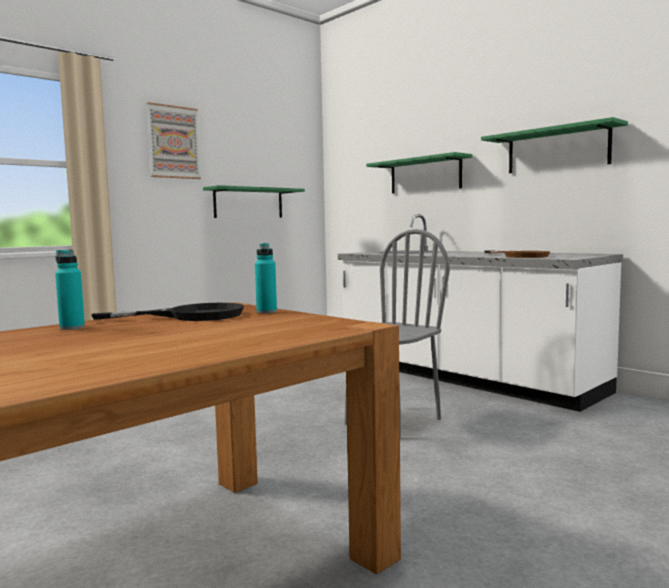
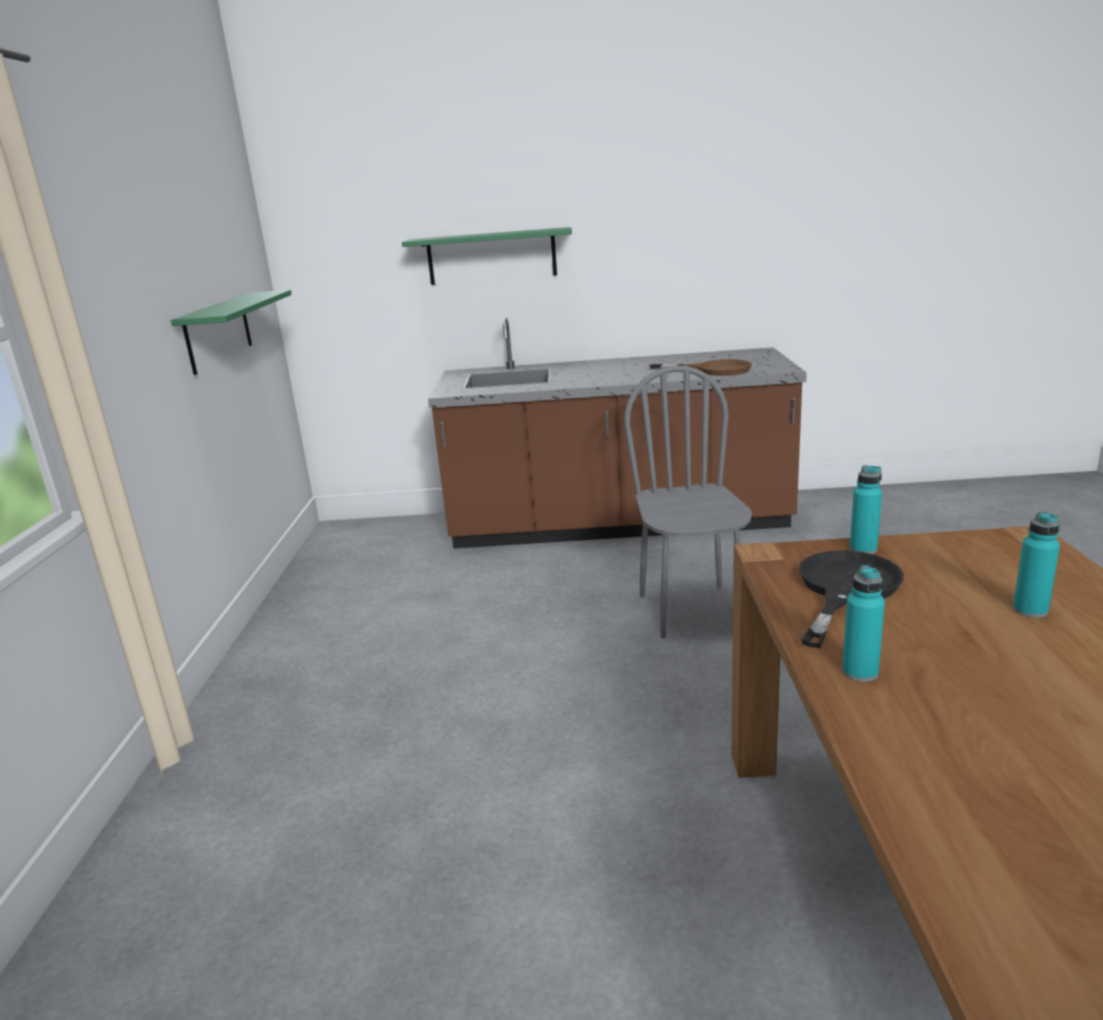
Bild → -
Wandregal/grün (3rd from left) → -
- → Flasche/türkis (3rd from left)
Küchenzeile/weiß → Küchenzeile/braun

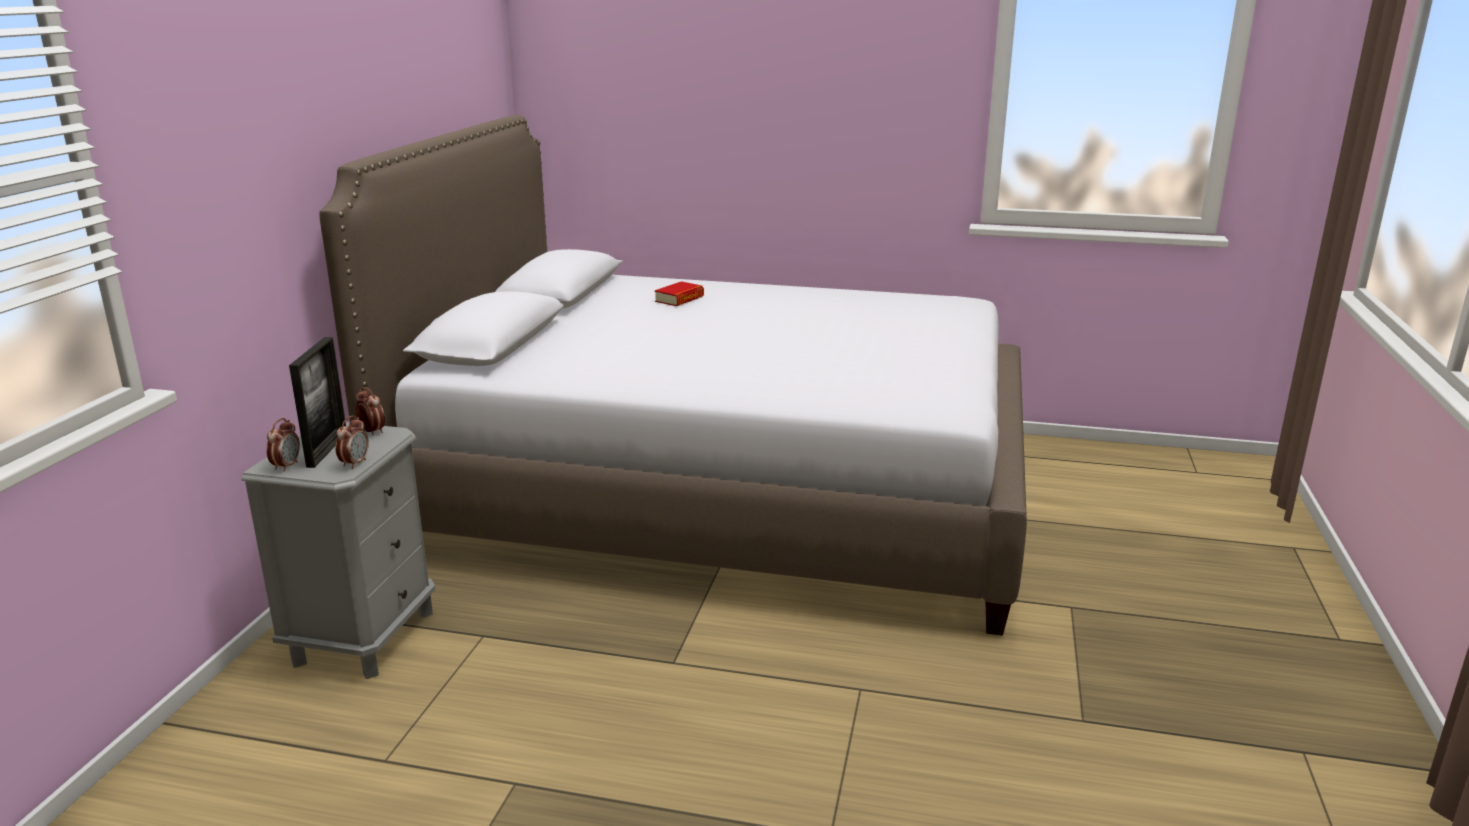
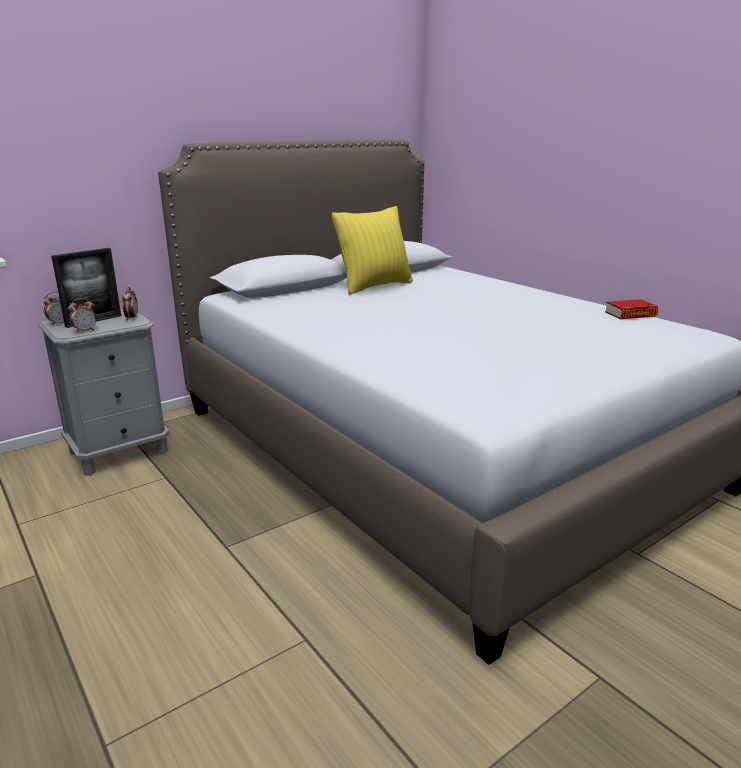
- → Kissen/gelb
Buch, moved

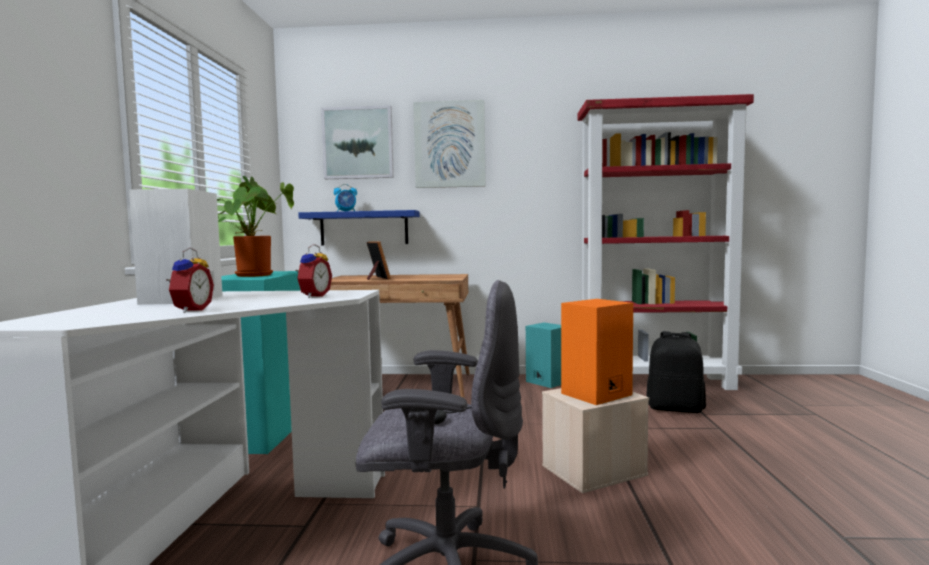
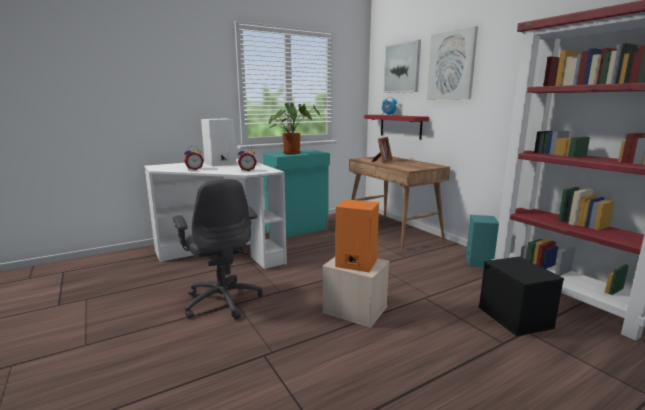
Rucksack/schwarz → Aufbewahrungsbox/schwarz
Wandregal/blau → Wandregal/rot

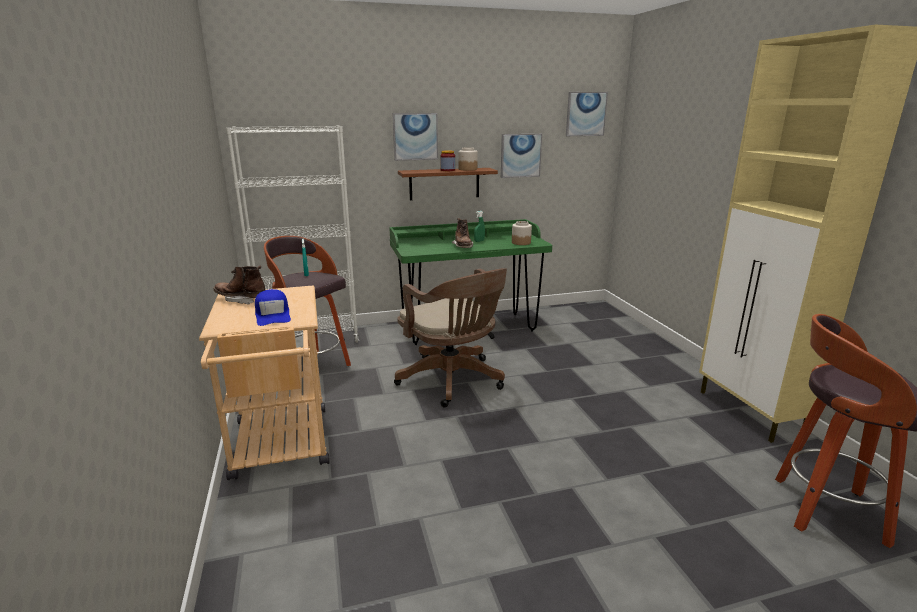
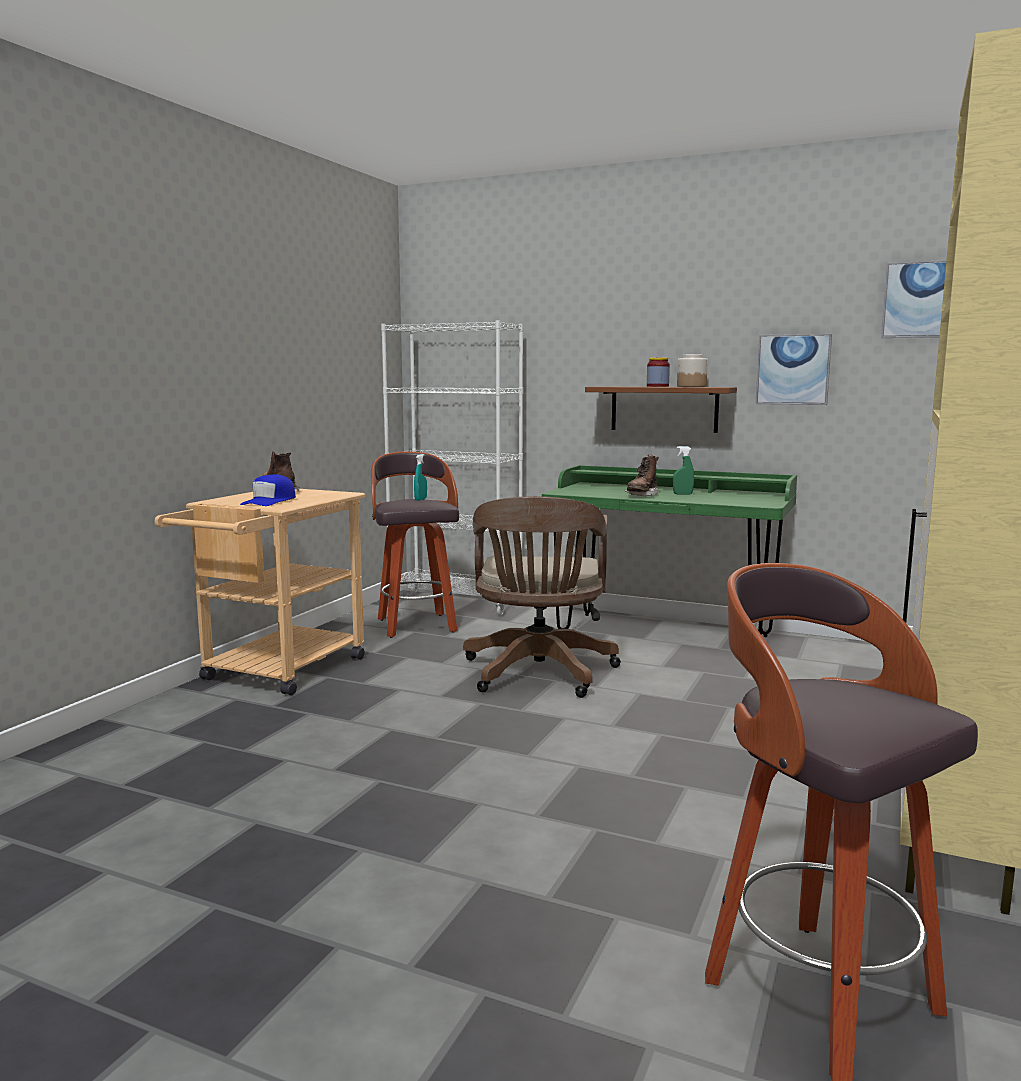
Bild (1st from left) → -
Vorratsglas (3rd from left) → -

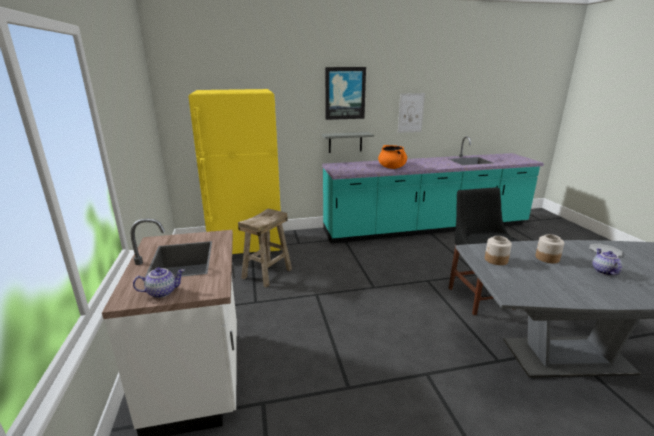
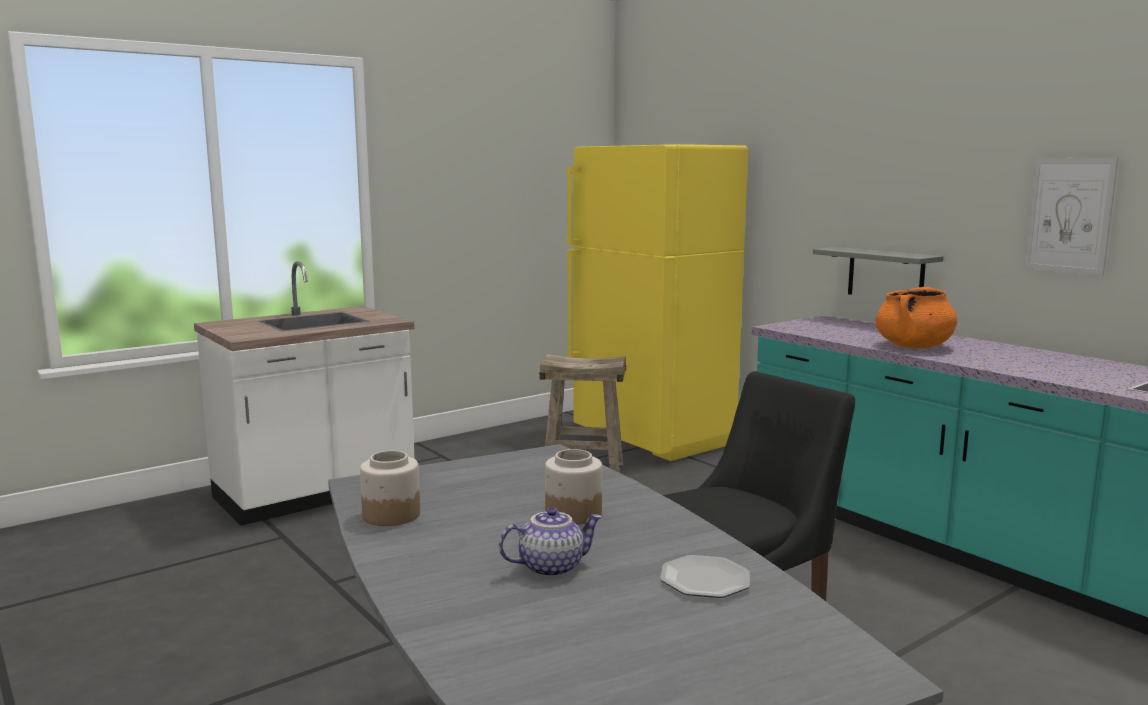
Teekanne (1st from left) → -
Bild (1st from left) → -
Vorratsglas (1st from left), moved

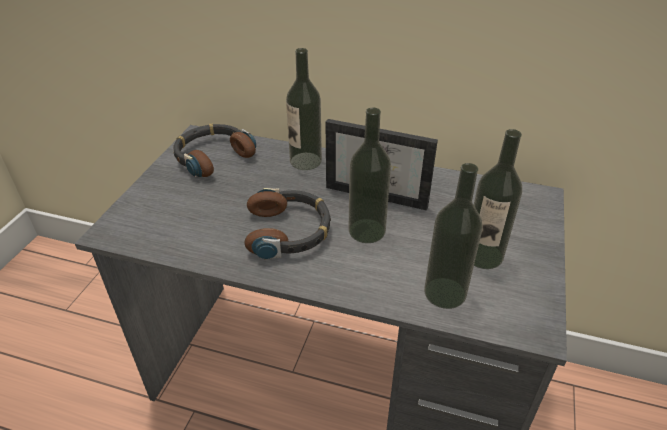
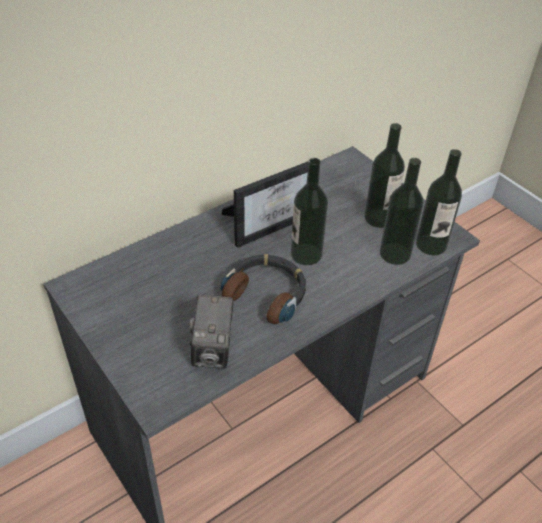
Kopfhörer (1st from left) → -
- → Kamera
Flasche (1st from left in the first image) → Flasche (4th from left), moved

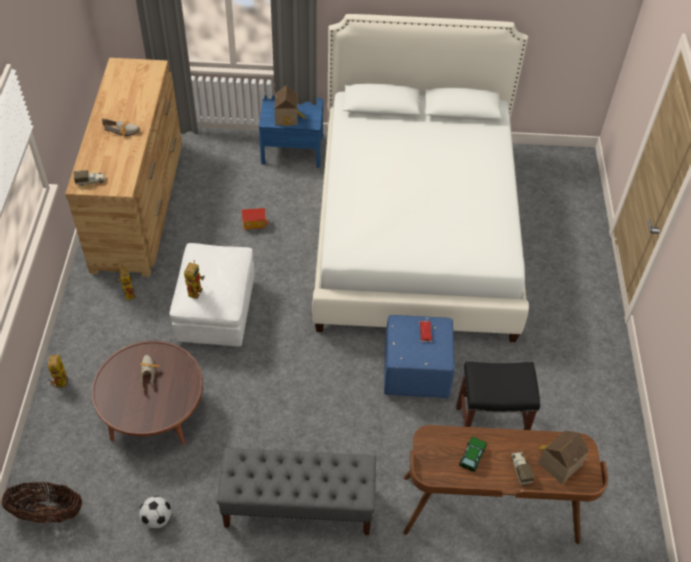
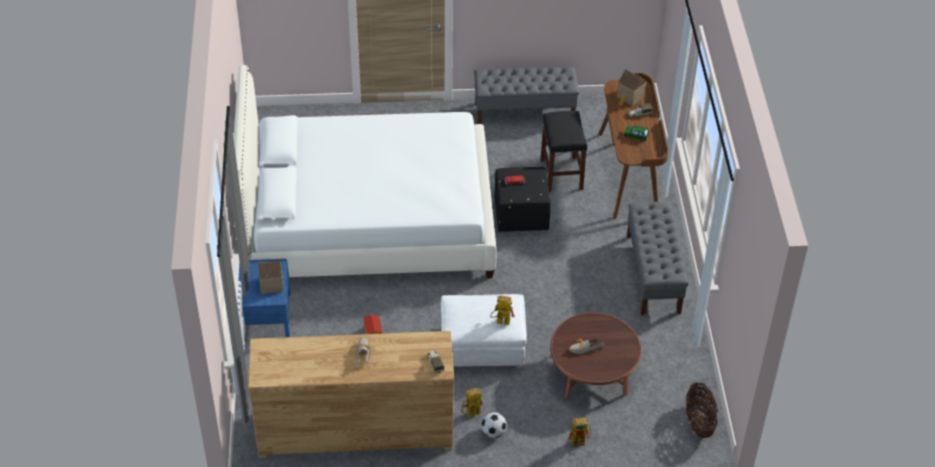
- → Bank/grau (1st from left)
Fußball, moved
Polsterhocker/blau → Polsterhocker/schwarz

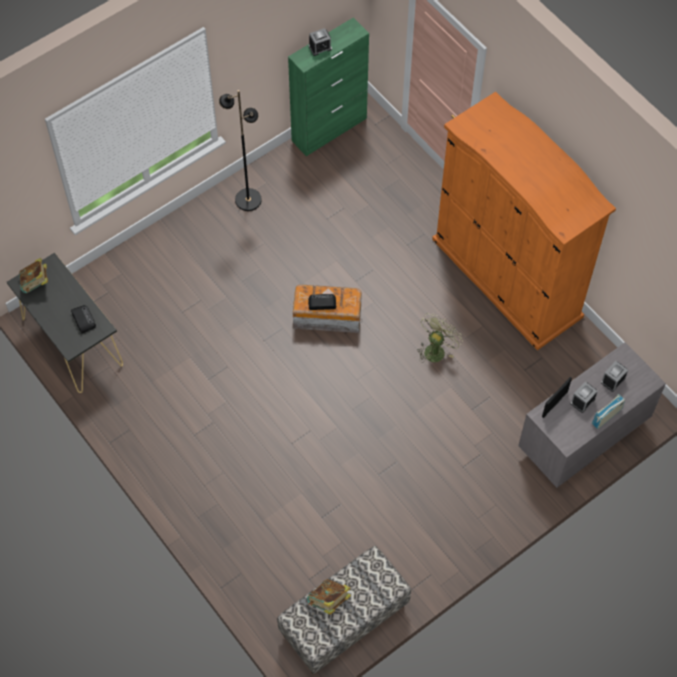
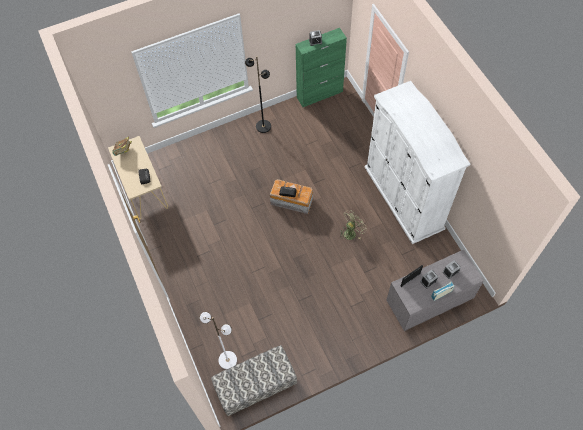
Buch (2nd from left) → -
- → Stehlampe/weiß
Konsolentisch/schwarz → Konsolentisch/beige
Kleiderschrank/orange → Kleiderschrank/weiß

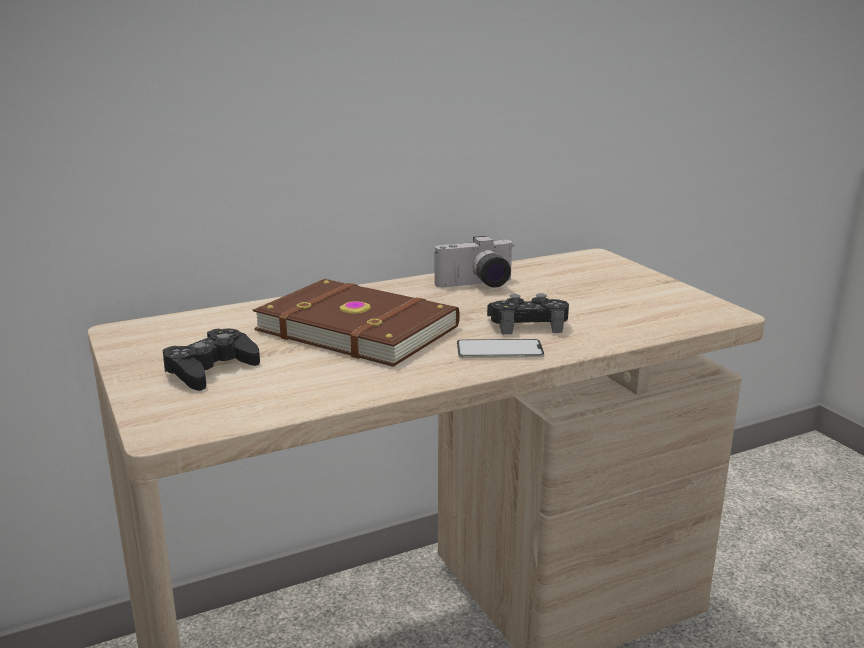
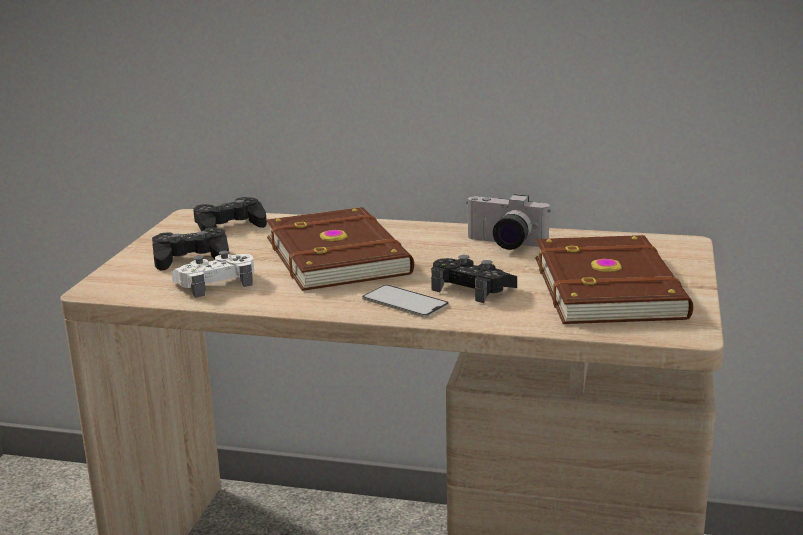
- → Gamepad/weiß
- → Gamepad/schwarz (2nd from left)
- → Buch/braun (2nd from left)

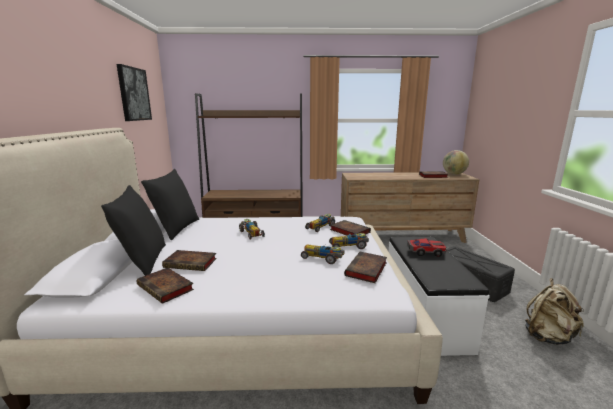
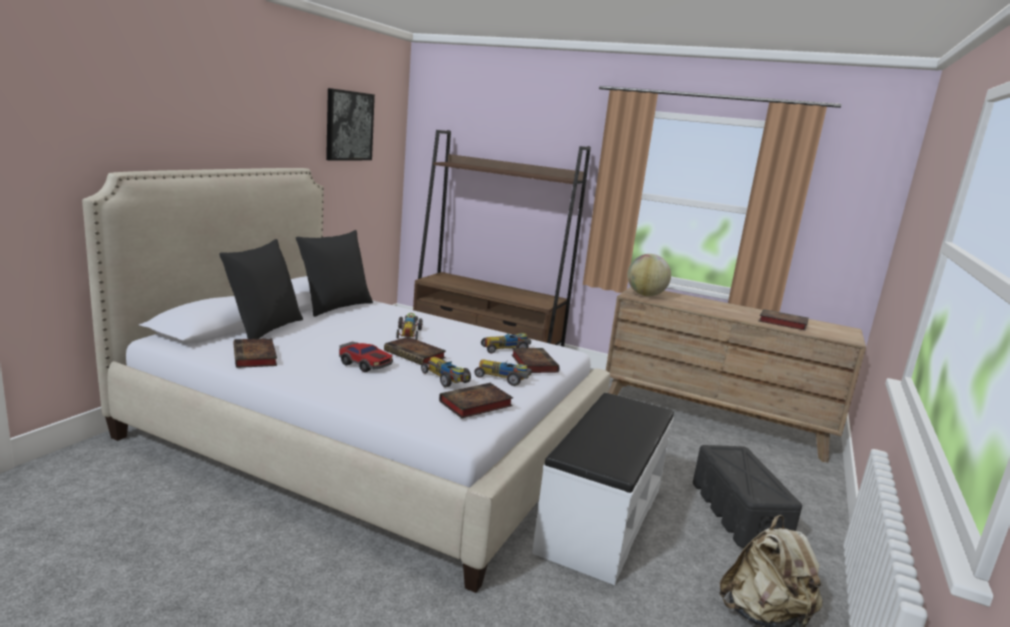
Buch (2nd from left), moved
Spielzeugauto (5th from left in the first image) → Spielzeugauto (1st from left), moved
Globus, moved

